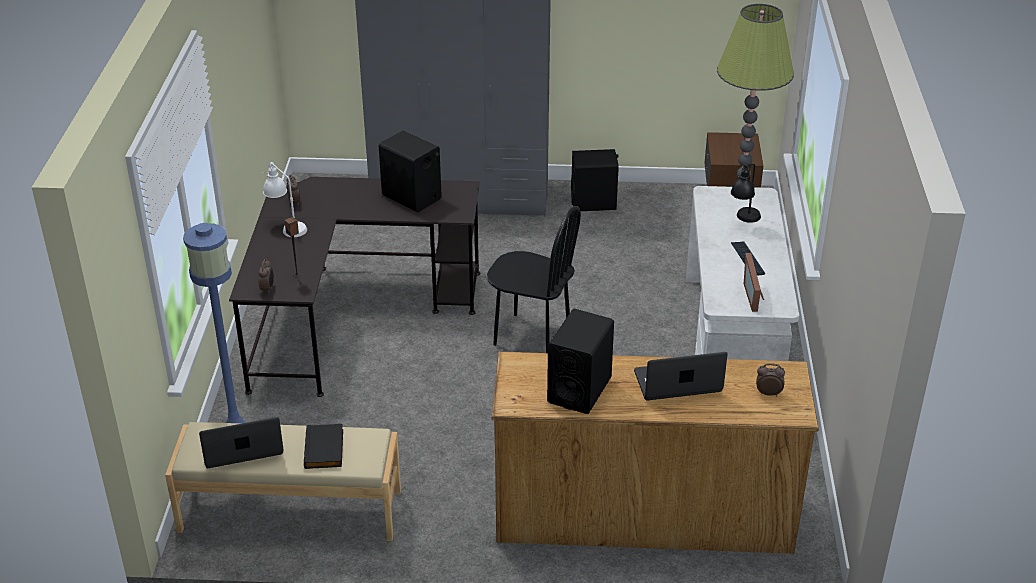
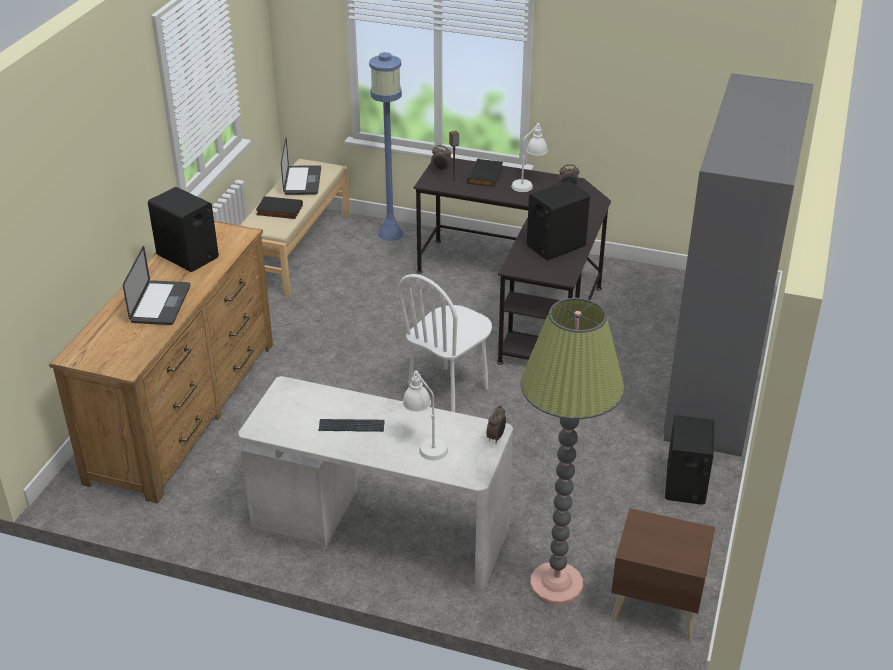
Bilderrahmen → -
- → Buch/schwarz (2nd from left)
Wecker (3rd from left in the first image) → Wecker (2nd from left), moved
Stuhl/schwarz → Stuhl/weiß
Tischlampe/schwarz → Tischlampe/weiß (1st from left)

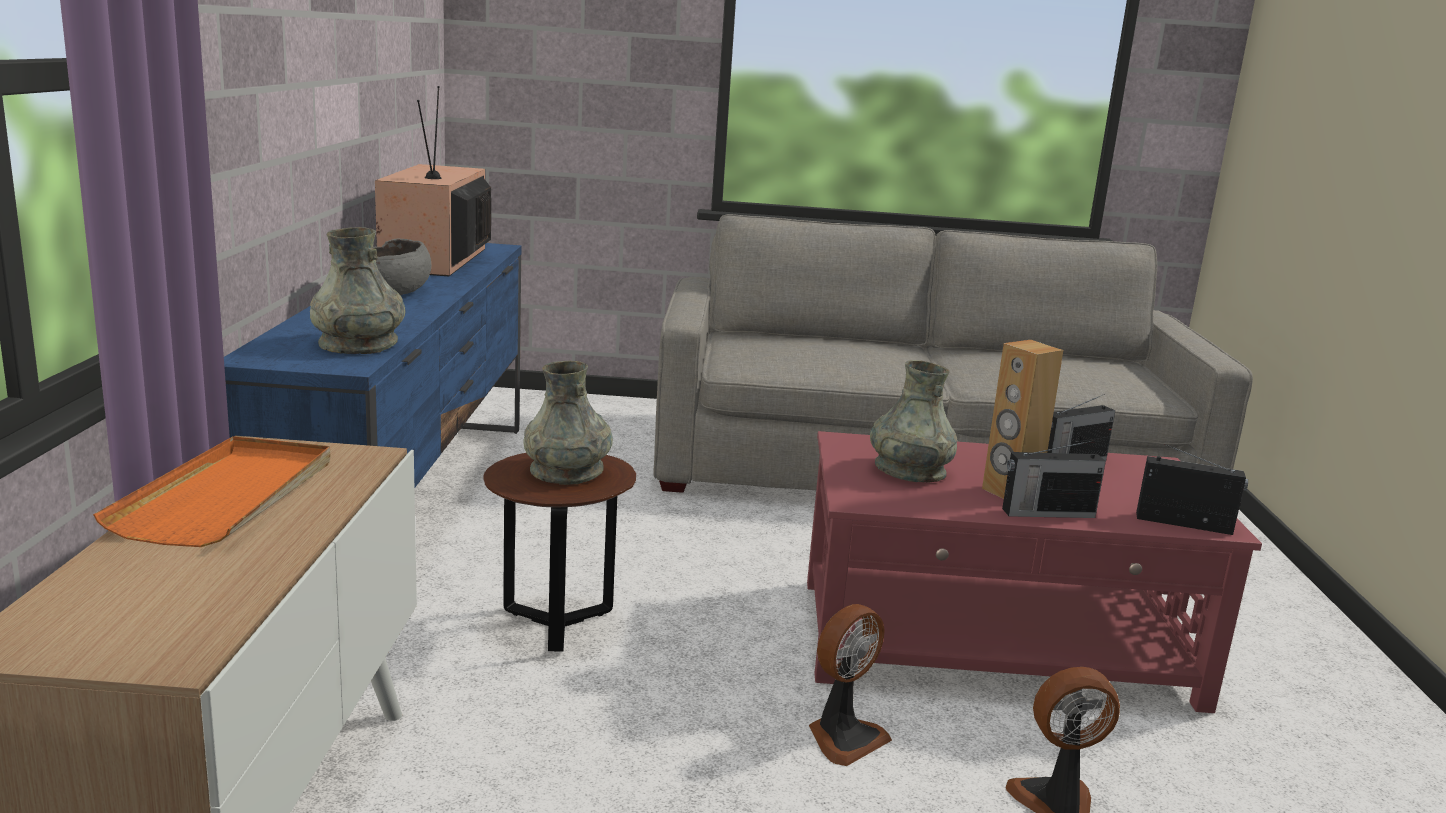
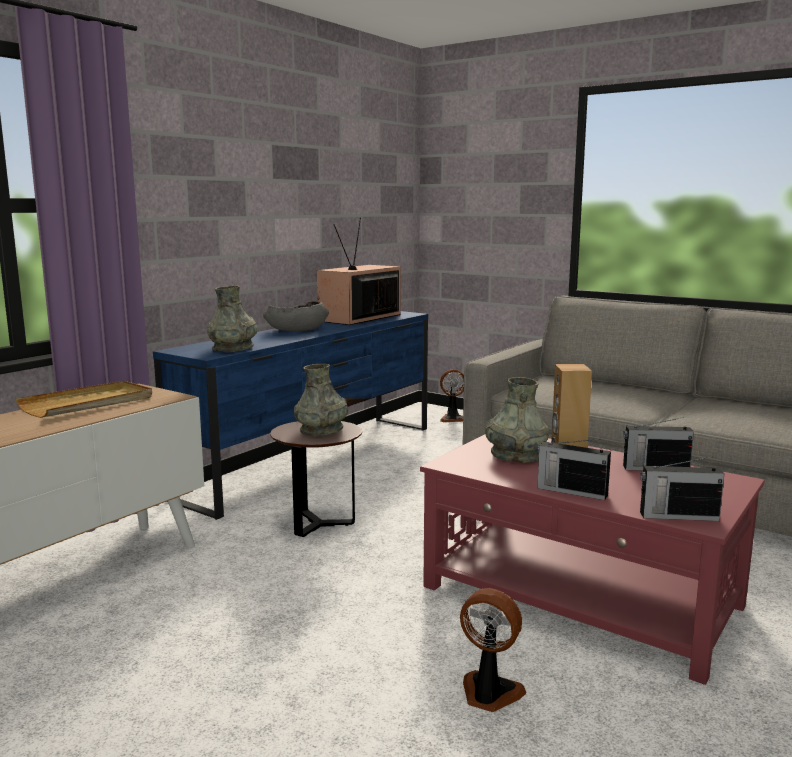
Ventilator (1st from left), moved
Tablett/orange → Tablett/beige
Radio (3rd from left), 135 degrees clockwise

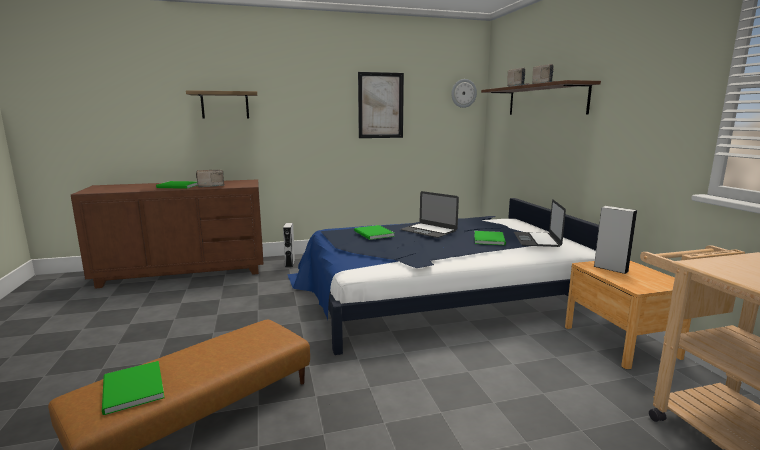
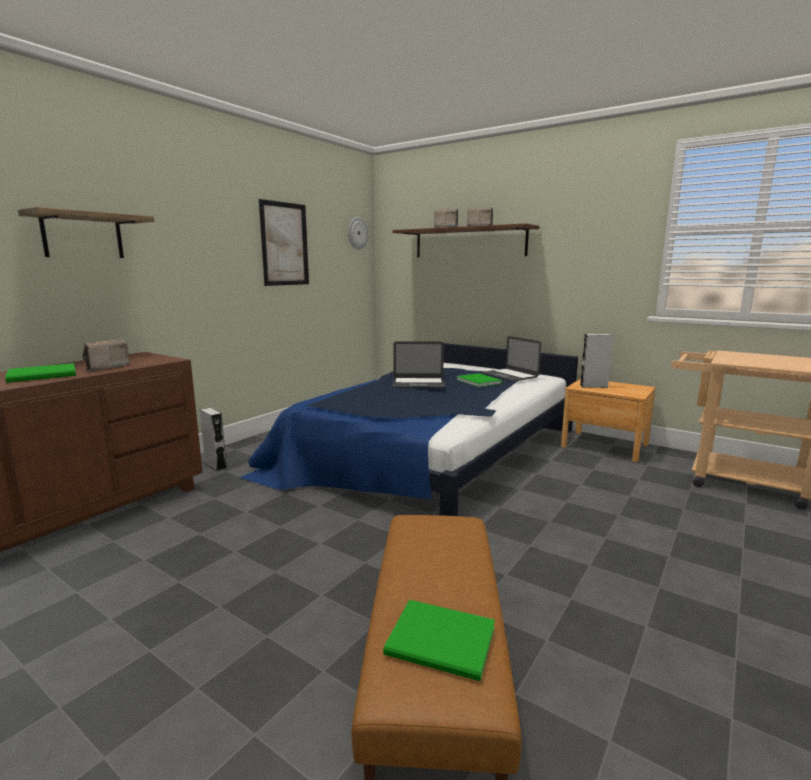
Buch/grün (3rd from left) → -

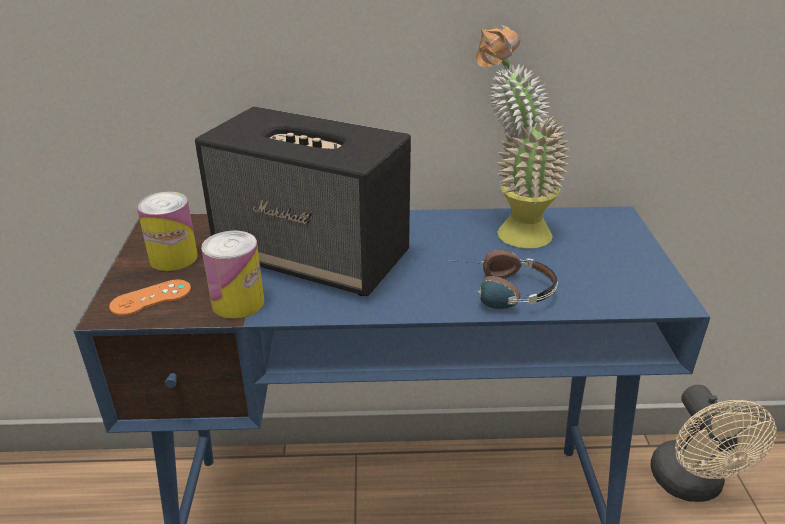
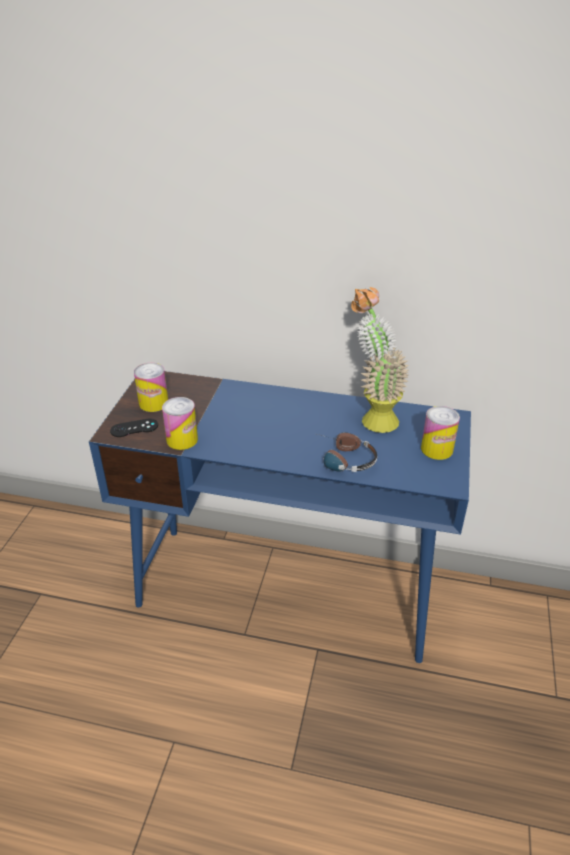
Lautsprecher → -
Ventilator/beige → -
- → Dose (3rd from left)
Gamepad/orange → Gamepad/schwarz

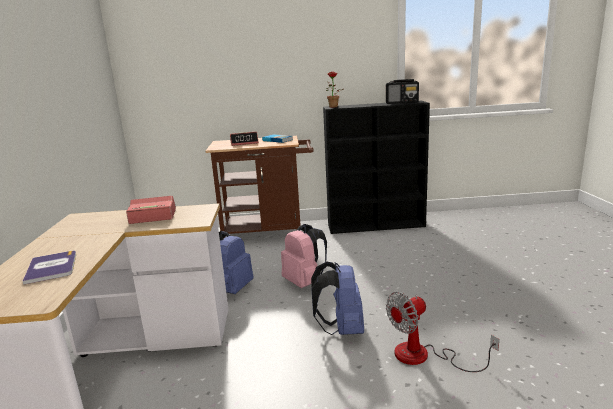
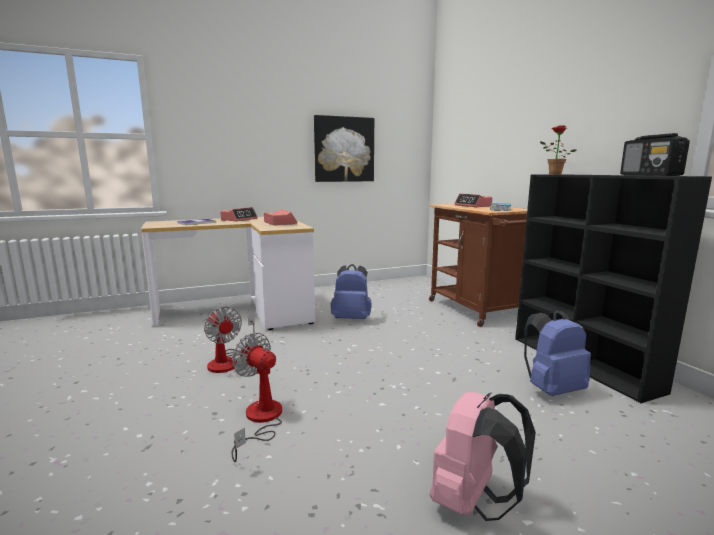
- → Ventilator (1st from left)
- → Wecker (1st from left)
- → Bild
Rucksack/rosa, moved
Rucksack/blau (2nd from left), moved

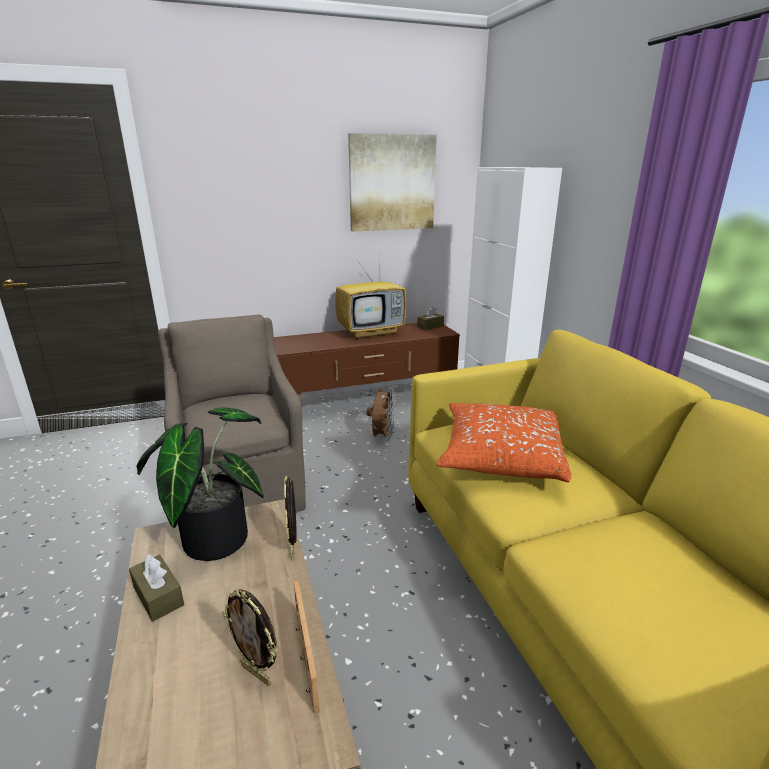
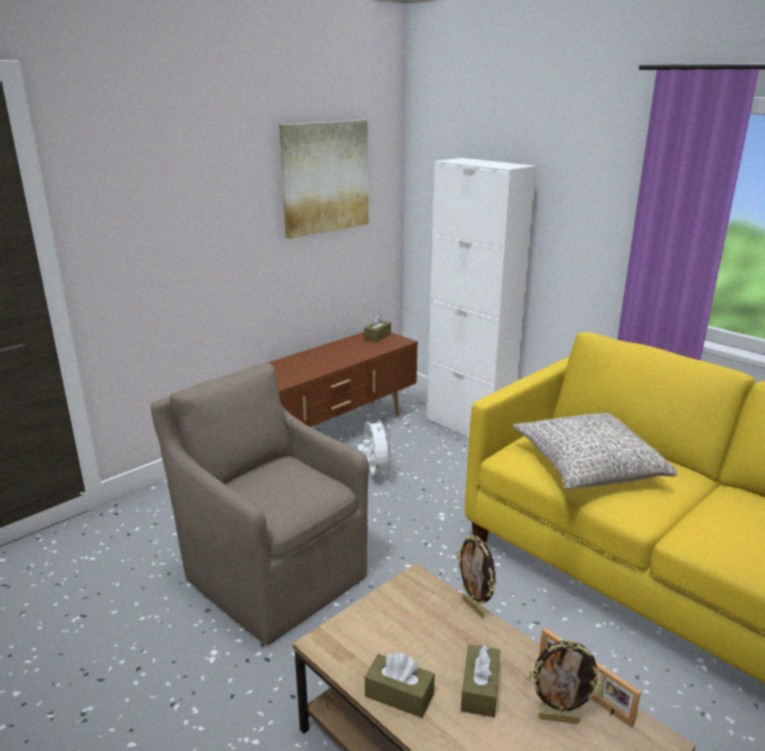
Topfpflanze → -
Fernseher → -
- → Taschentuchbox/braun (3rd from left)
Ventilator/braun → Ventilator/weiß
Kissen/orange → Kissen/grau

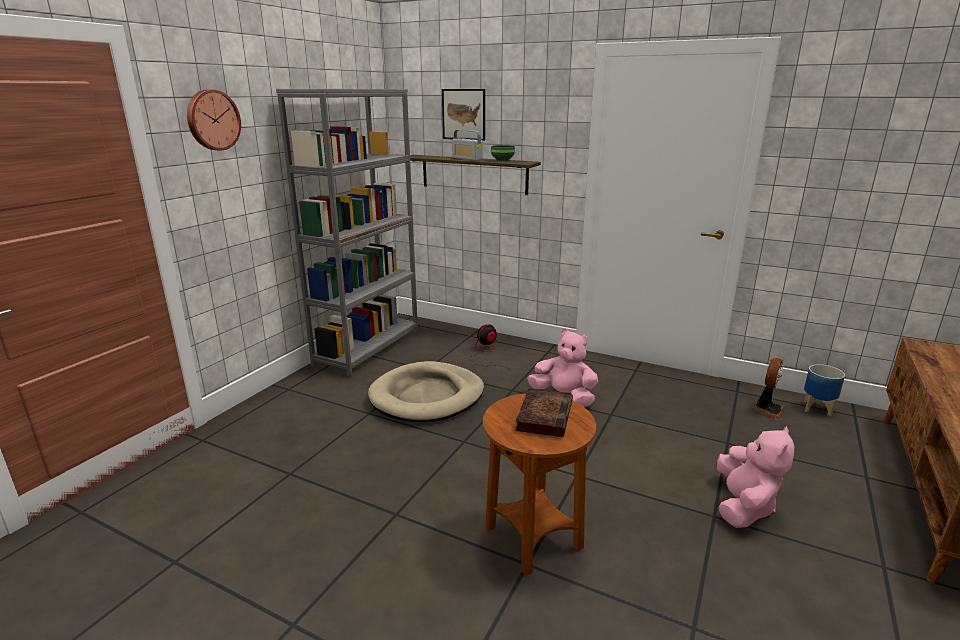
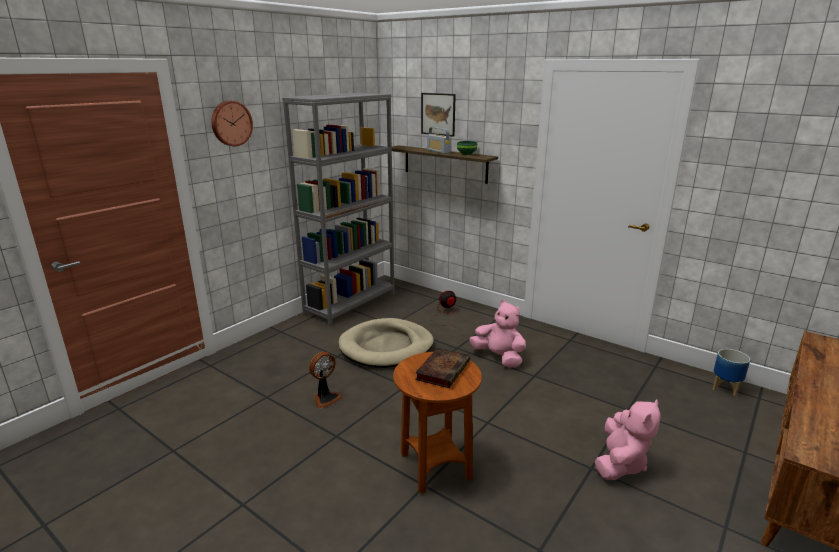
Ventilator (2nd from left in the first image) → Ventilator (1st from left), moved

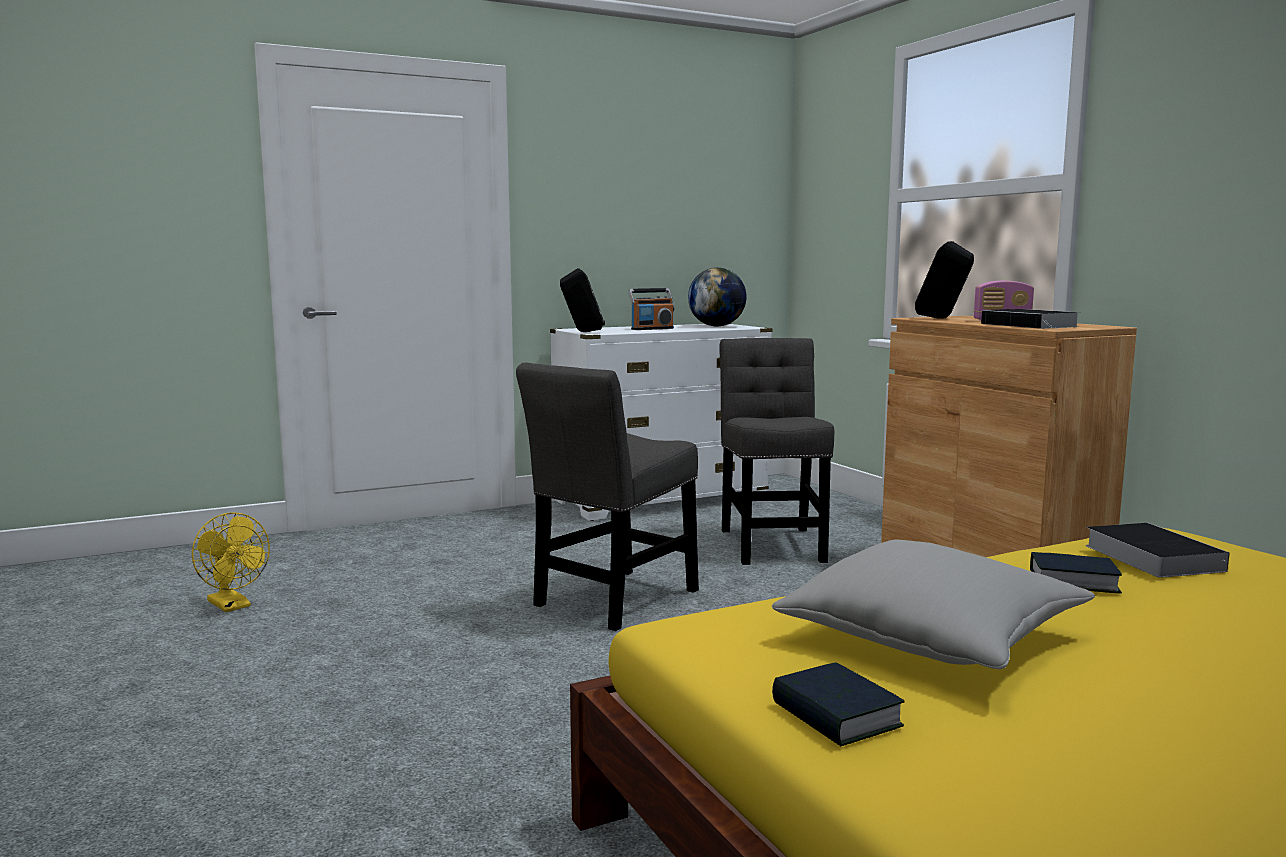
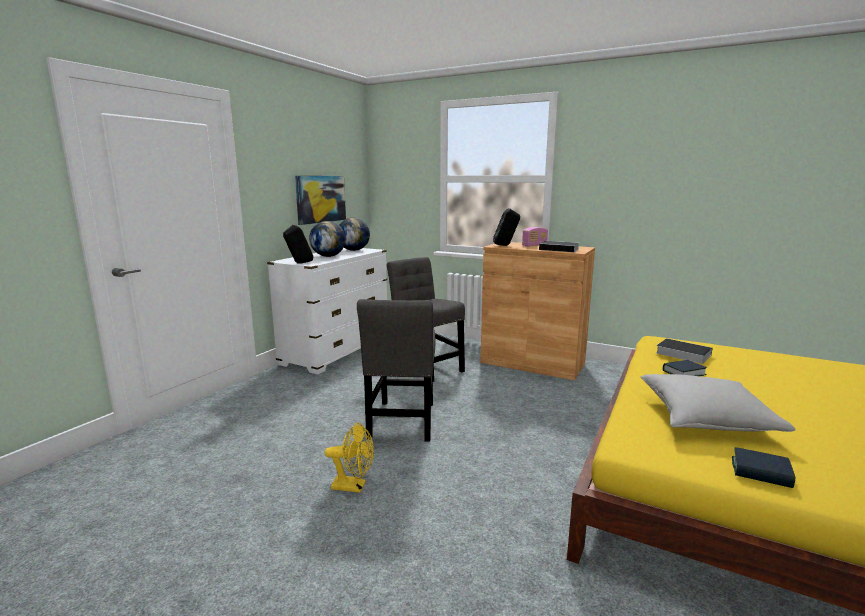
- → Bild
Ventilator/gelb, moved
Radio (1st from left) → Globus (1st from left)

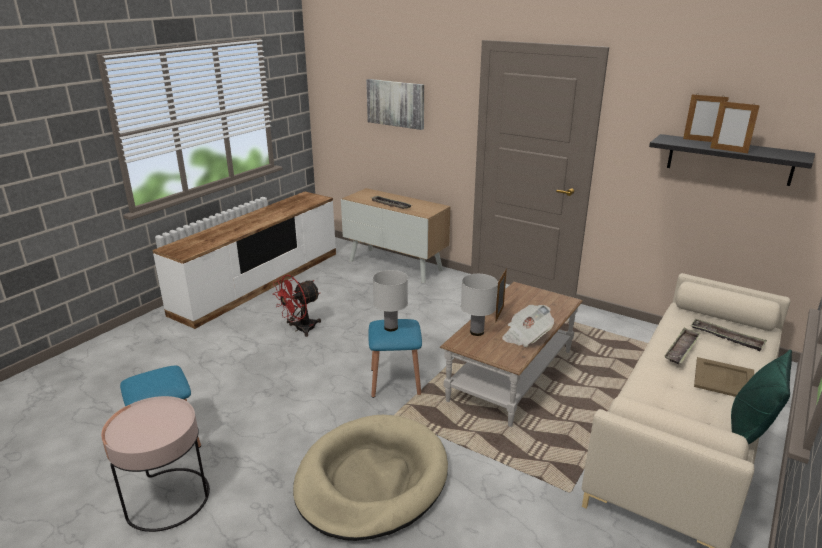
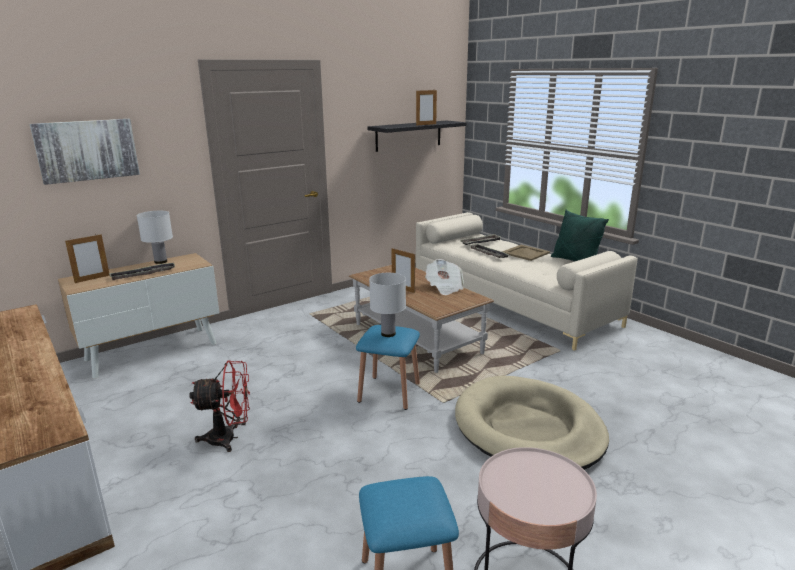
Tischlampe/weiß (2nd from left in the first image) → Tischlampe/weiß (1st from left), moved
Bilderrahmen (2nd from left in the first image) → Bilderrahmen (1st from left), moved
Ventilator/rot, 75 degrees counterclockwise

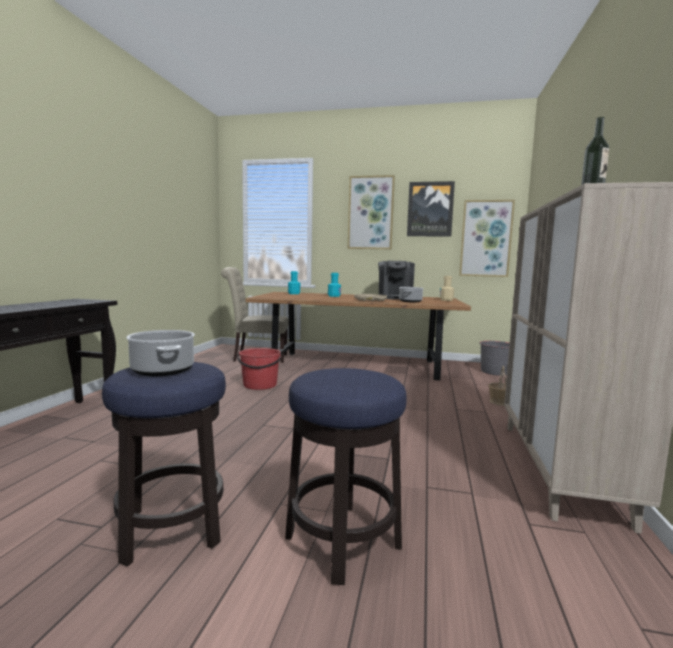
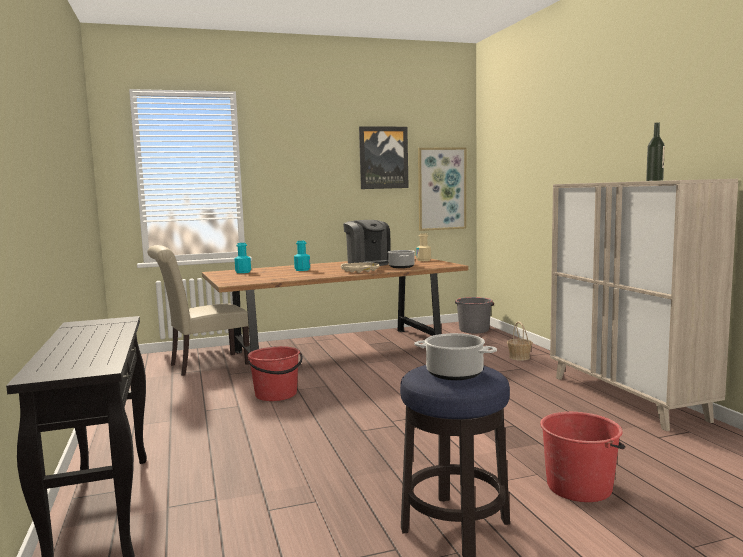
Bild (1st from left) → -
Hocker (2nd from left) → Eimer/rot (2nd from left)

